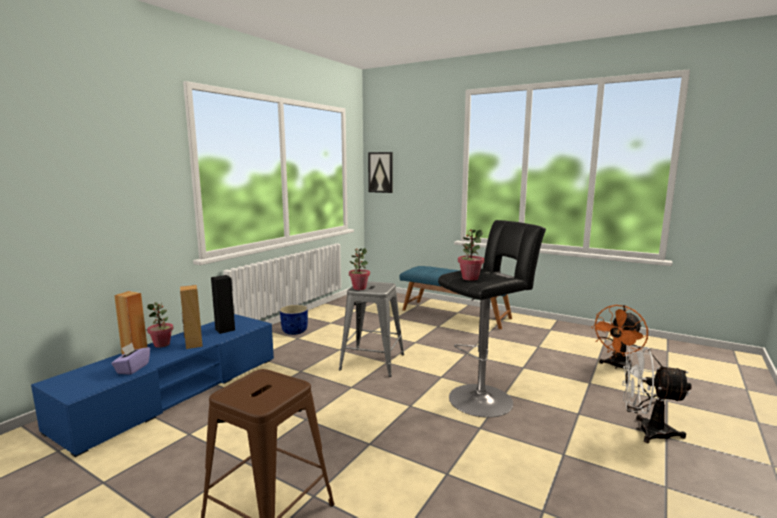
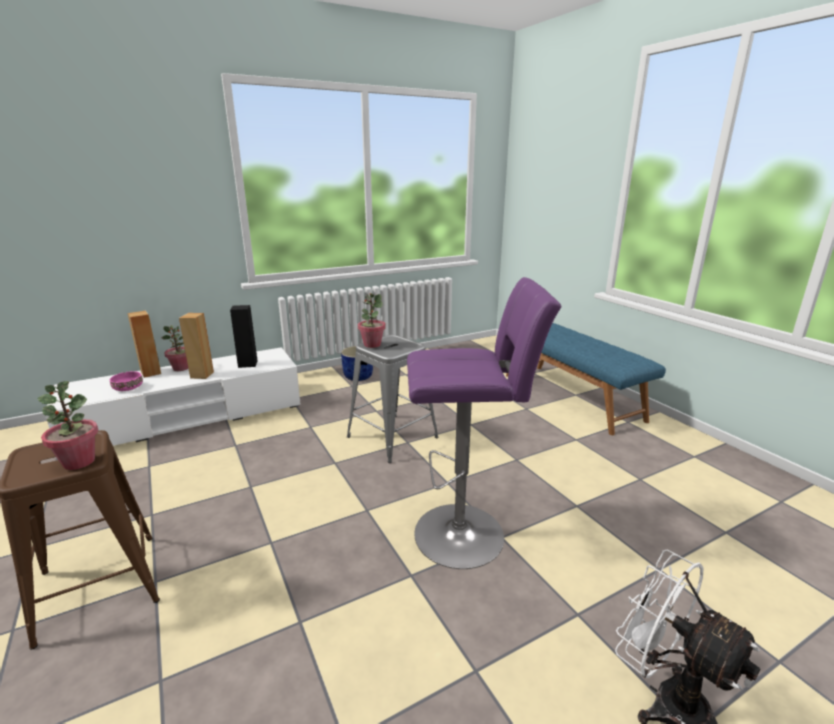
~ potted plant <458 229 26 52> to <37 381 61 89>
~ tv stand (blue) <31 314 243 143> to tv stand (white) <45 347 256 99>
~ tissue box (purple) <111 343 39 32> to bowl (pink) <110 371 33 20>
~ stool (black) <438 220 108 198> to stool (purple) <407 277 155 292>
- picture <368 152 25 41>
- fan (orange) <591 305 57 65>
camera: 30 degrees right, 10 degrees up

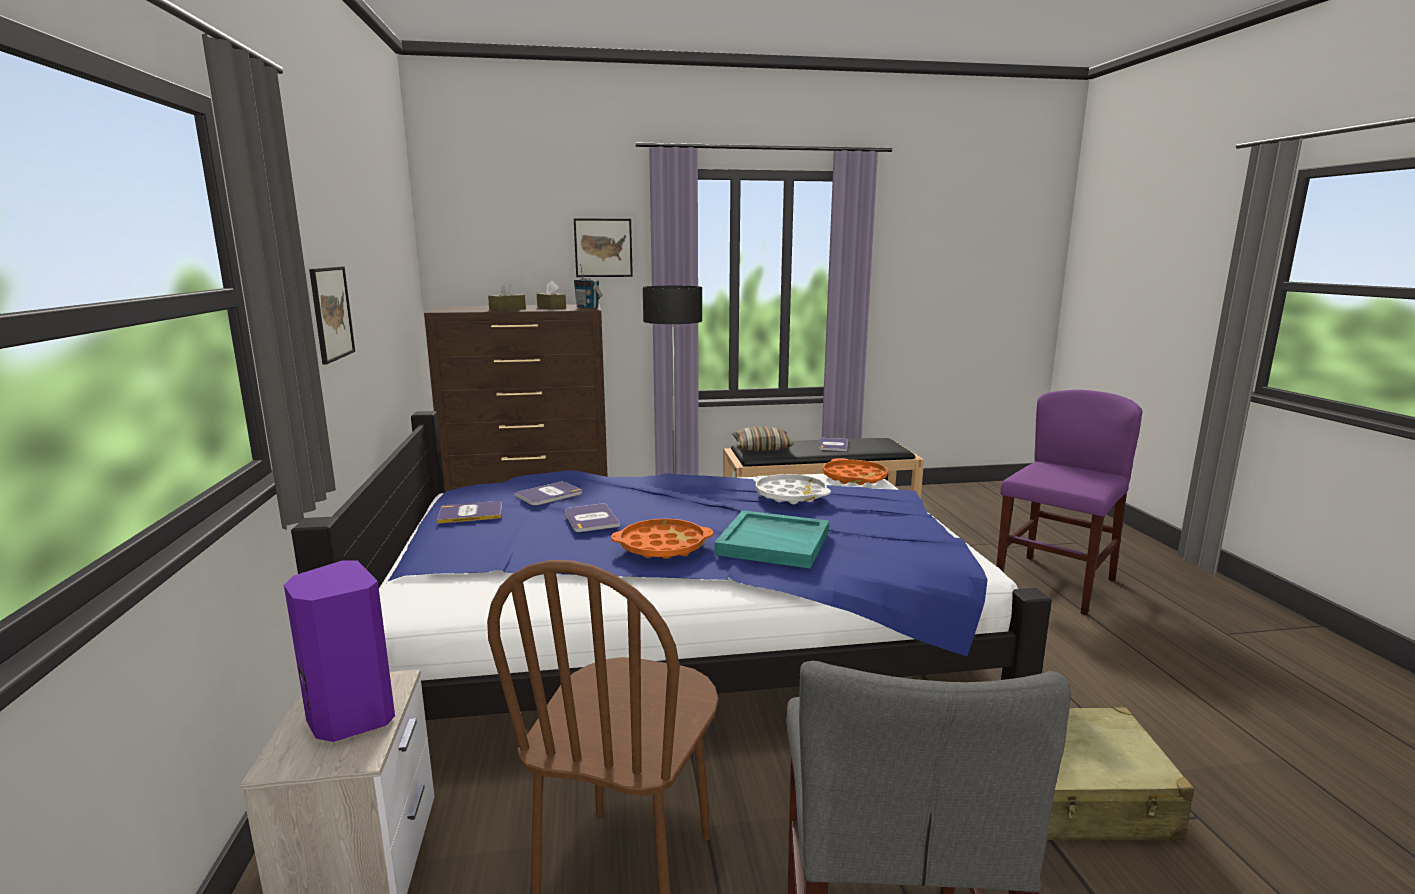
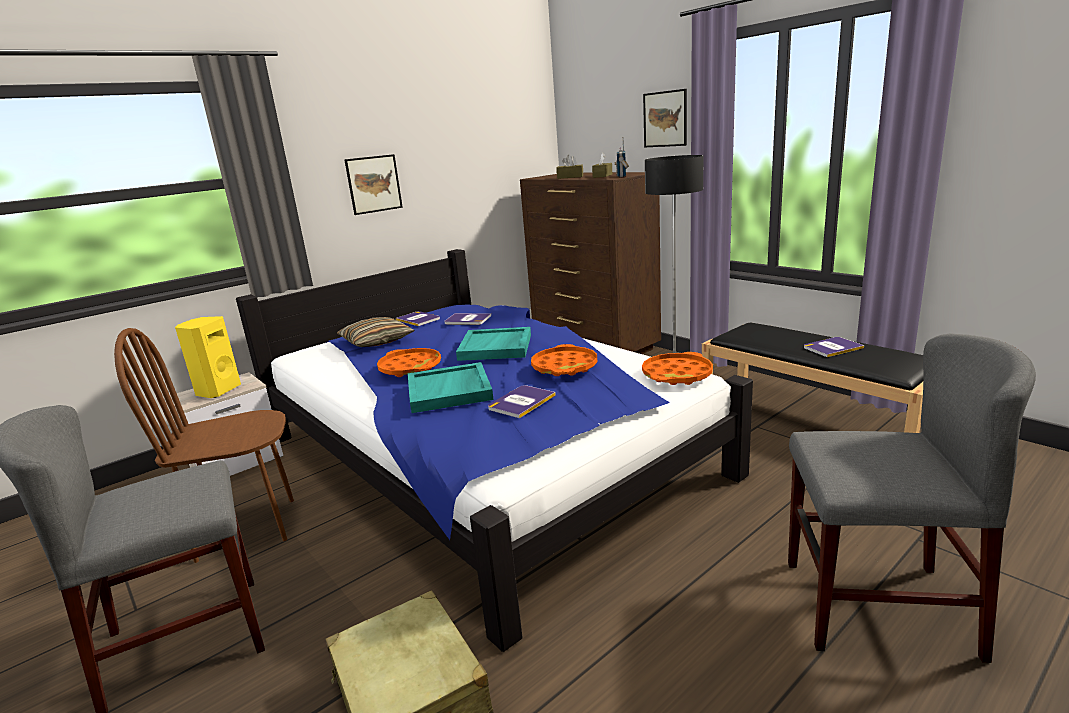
~ speaker (purple) <284 560 111 182> to speaker (yellow) <175 316 66 82>
~ pillow <732 426 62 25> to <337 317 78 30>
+ tray (turquoise) <456 327 75 34>
~ book <565 503 55 29> to <488 385 68 33>
~ tray (white) <753 474 78 30> to tray (orange) <531 344 66 32>
~ chair (purple) <996 390 146 225> to chair (grey) <788 333 248 330>
camera: 60 degrees right, 5 degrees up

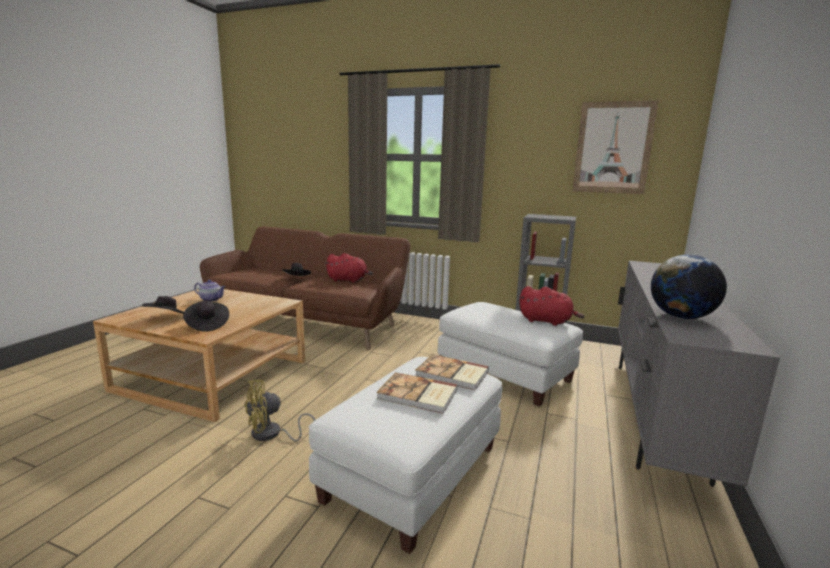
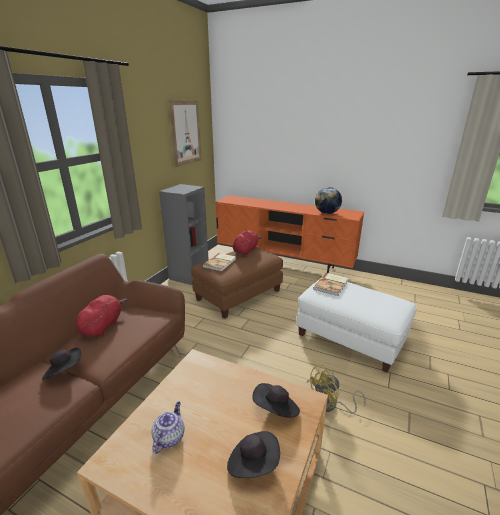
~ ottoman (white) <438 302 145 105> to ottoman (brown) <191 247 92 72>
~ book <376 372 82 42> to <202 253 34 18>
~ tv stand (grey) <618 261 162 226> to tv stand (orange) <215 195 149 78>
~ fan (yellow) <244 379 72 63> = <307 365 59 49> 90 degrees clockwise
camera: 85 degrees left, 10 degrees up

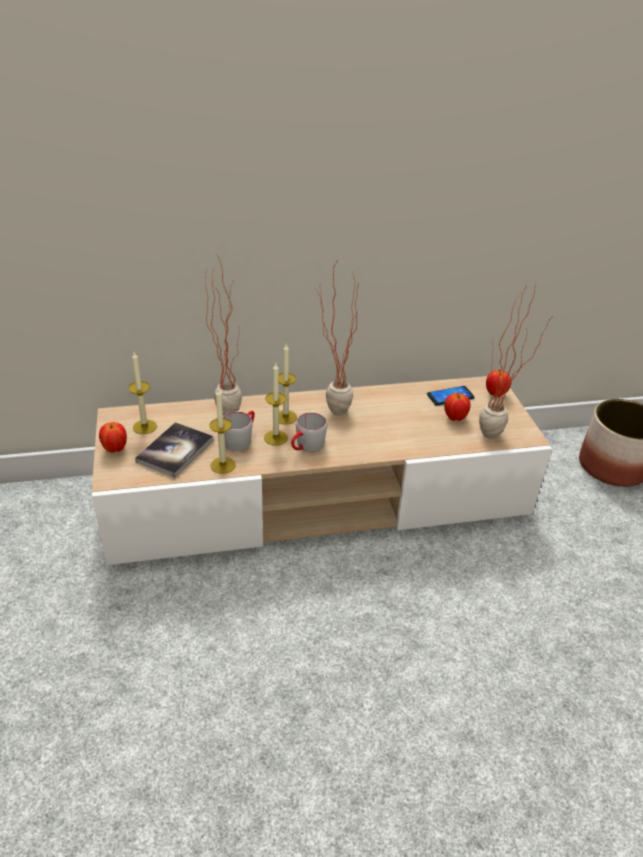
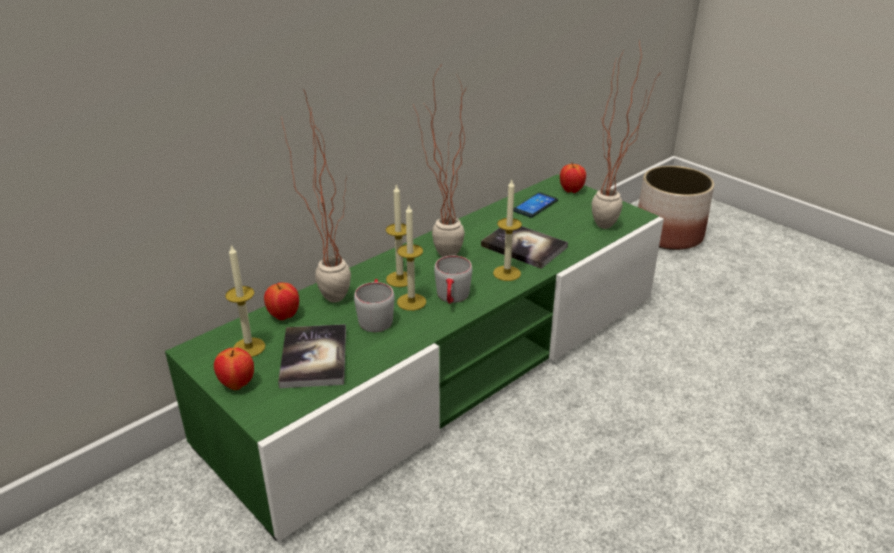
~ tv stand (beige) <92 376 460 189> to tv stand (green) <165 174 499 367>
~ apple <444 393 27 28> to <264 282 35 38>
+ book <481 226 87 43>
~ candle <209 388 27 86> to <493 180 29 101>
camera: 30 degrees left, 5 degrees down

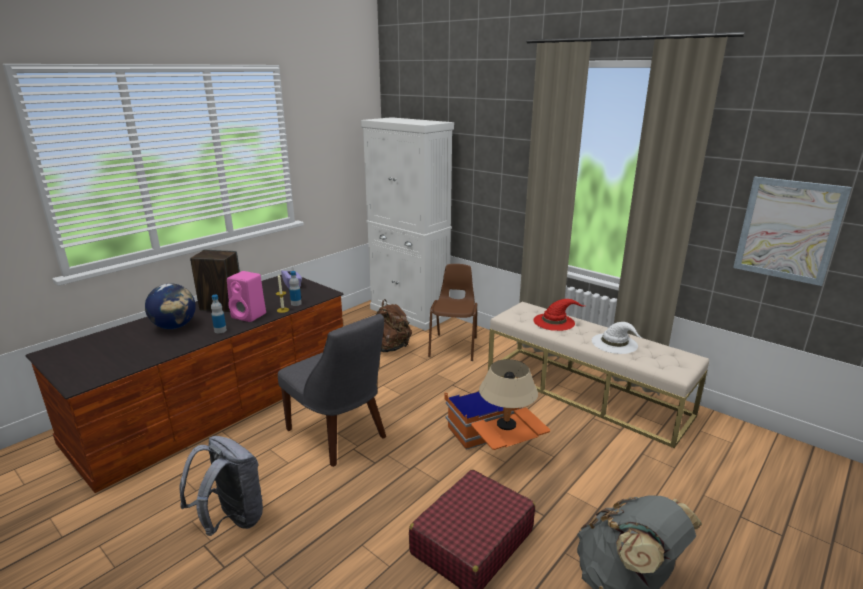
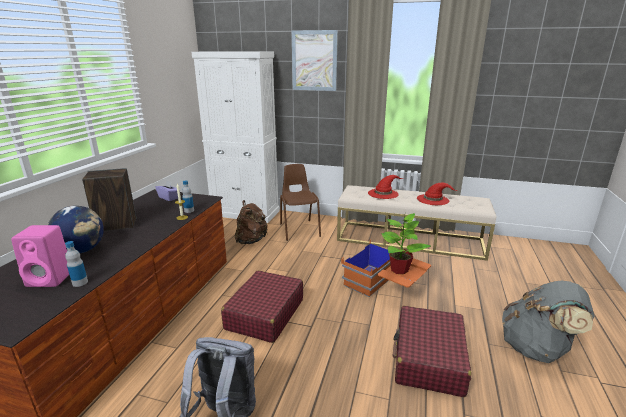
~ speaker (pink) <227 271 39 51> to <11 225 58 62>
~ bottle <211 295 16 38> to <65 241 23 46>
~ chair (grey) <278 314 108 153> to suitcase (red) <221 270 82 73>
~ picture <733 177 119 109> to <292 30 46 61>
~ table lamp (beige) <479 359 59 71> to potted plant <382 213 49 61>
~ hat (white) <592 322 50 32> to hat (red) <417 182 41 23>
camera: 25 degrees left, 0 degrees up

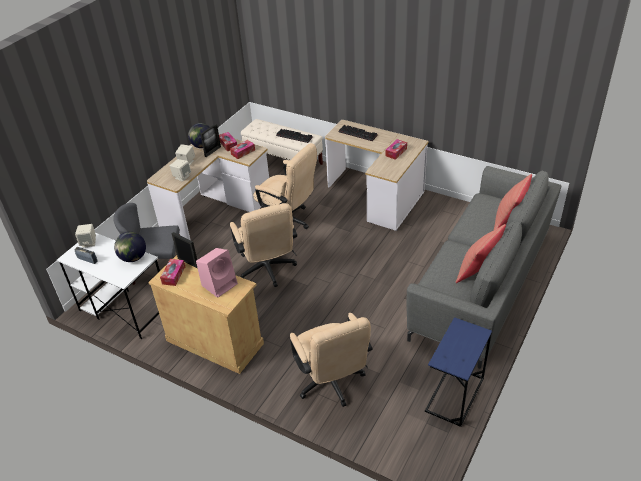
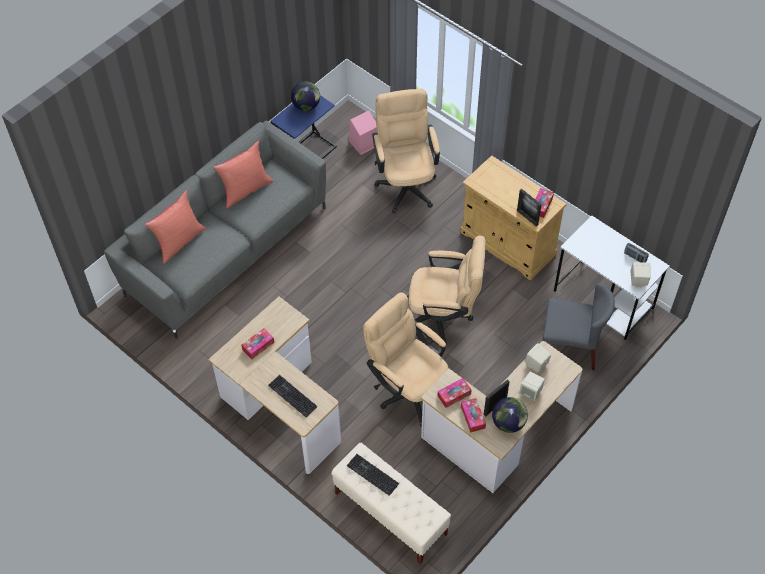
~ globe <114 232 32 30> to <291 81 29 30>
~ speaker (pink) <196 248 42 50> to <349 111 28 44>
~ office chair (beige) <230 203 67 84> = <407 235 79 110> 105 degrees clockwise
camera: 170 degrees left, 15 degrees up

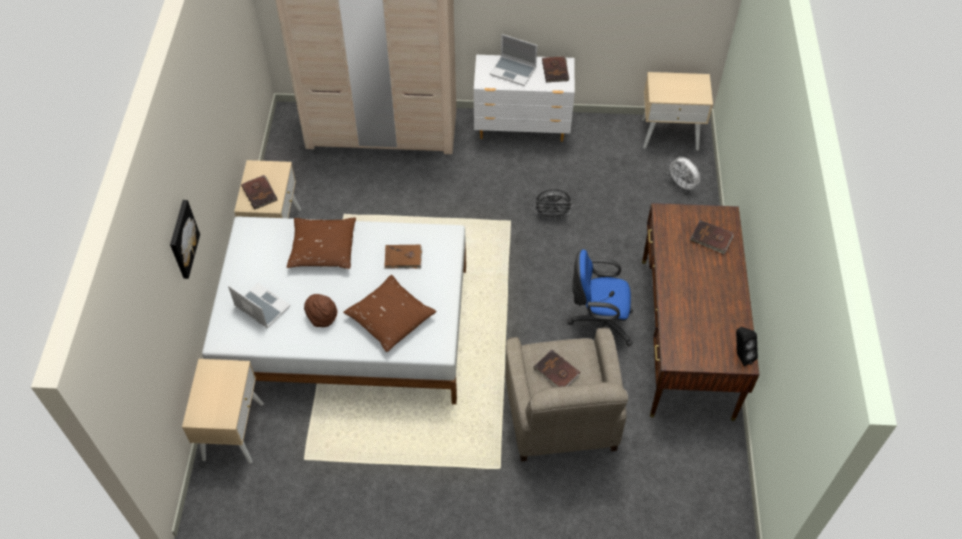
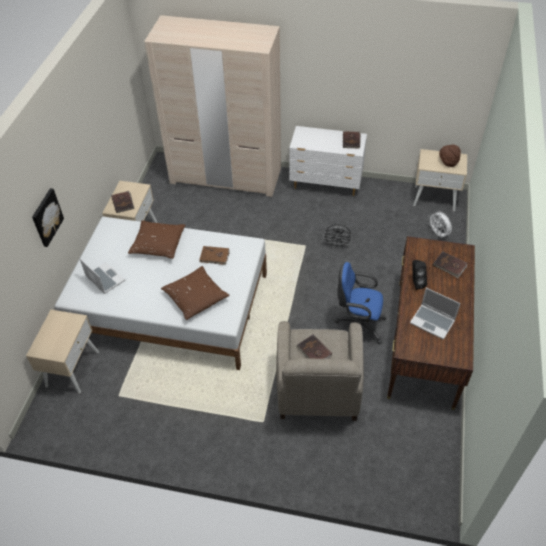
~ laptop <489 34 48 52> to <410 288 51 52>
~ speaker (black) <736 327 22 39> to <412 260 15 30>
~ hat (brown) <304 294 33 33> to <439 145 22 22>
camera: 10 degrees right, 5 degrees down

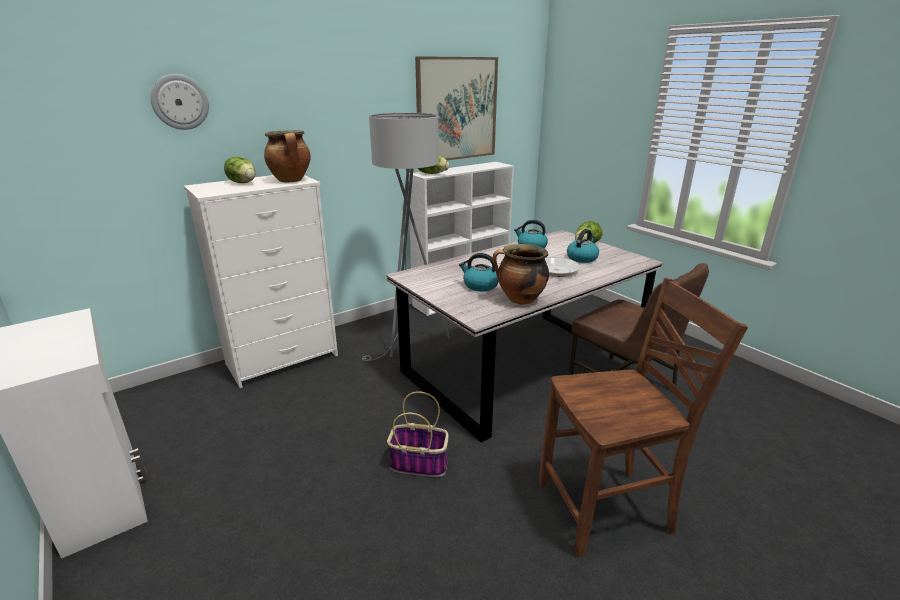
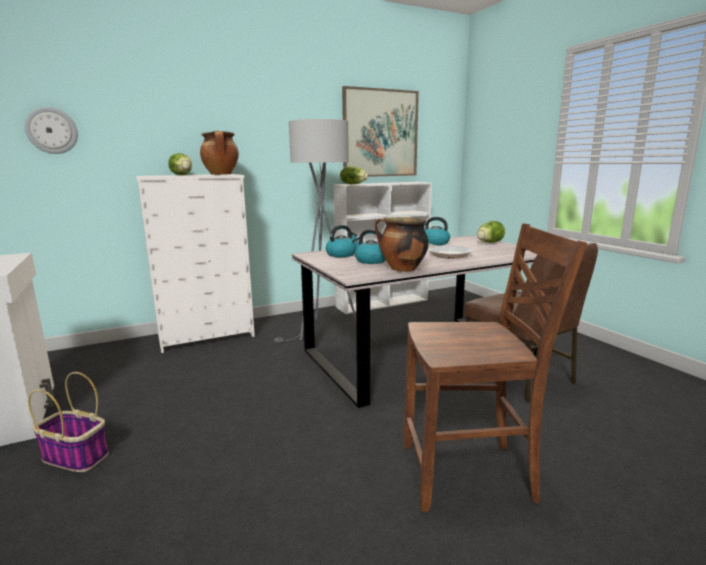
~ wall clock <151 74 58 56> to <25 107 53 47>
~ basket <387 391 62 86> to <28 372 81 100>
~ kettle <567 229 32 34> to <326 225 31 32>
camera: 10 degrees right, 10 degrees down

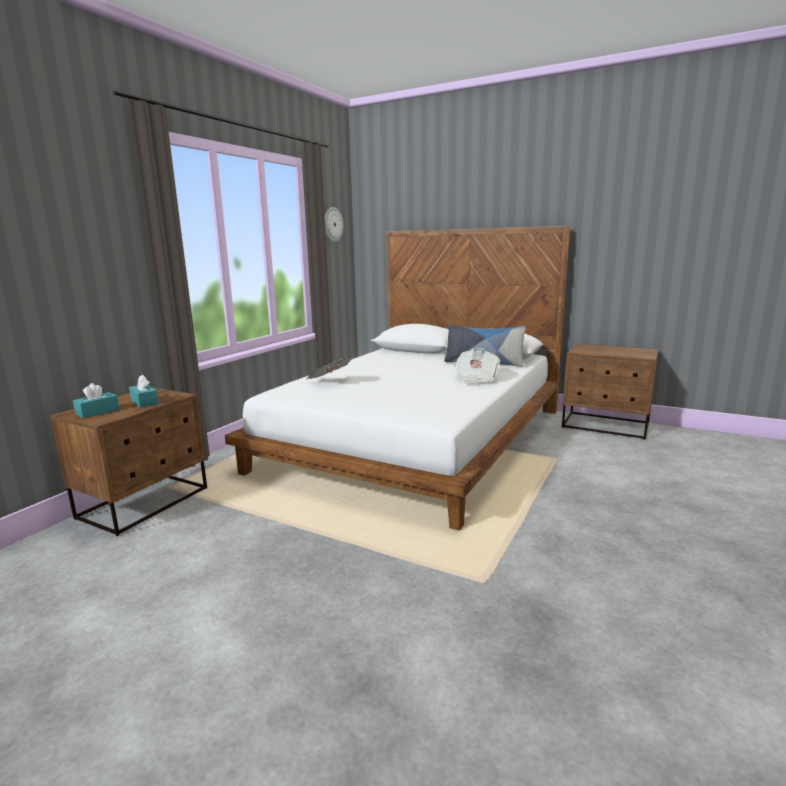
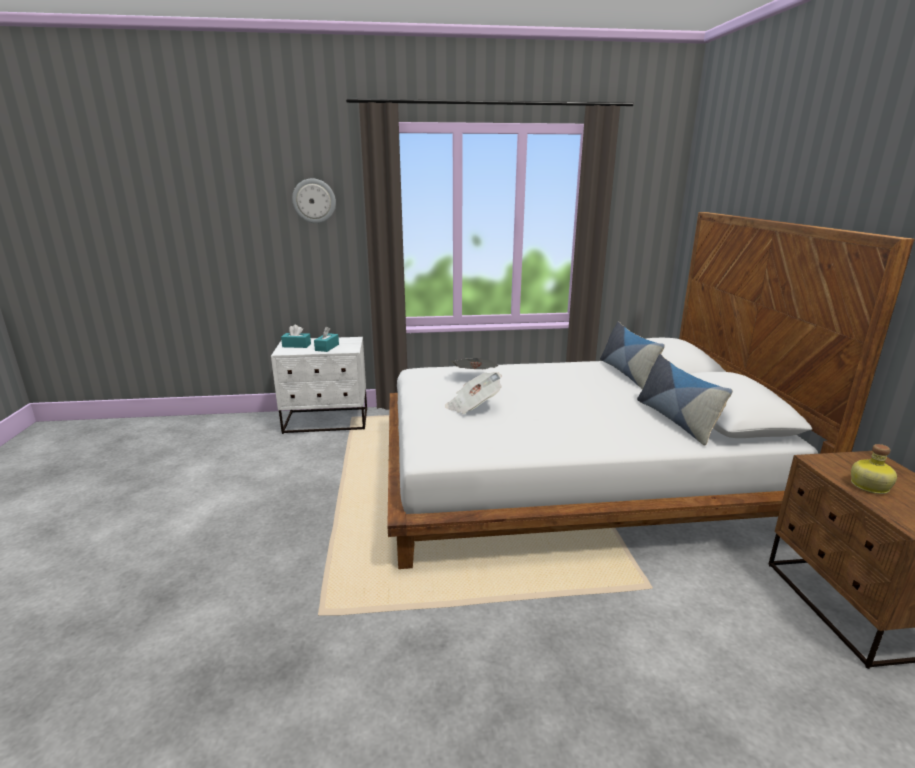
~ nightstand (brown) <50 387 157 149> to nightstand (white) <271 337 96 97>
~ wall clock <325 207 18 35> to <292 179 44 44>
~ newspaper <454 348 46 37> to <445 372 57 42>
+ pillow <600 321 65 69>
+ bottle <851 444 46 50>
camera: 55 degrees right, 5 degrees up

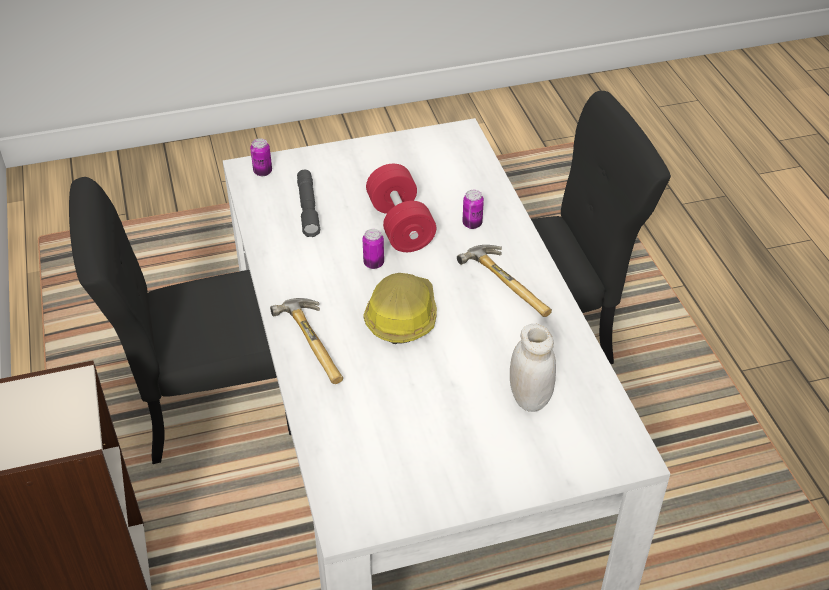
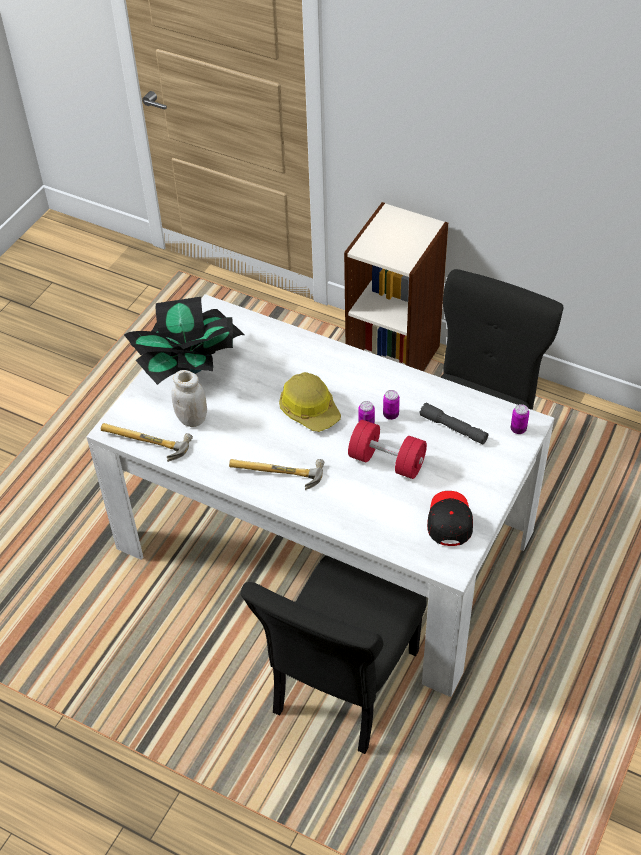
~ hammer <270 298 73 86> to <101 423 92 39>
+ potted plant <124 297 121 88>
~ can <463 190 21 39> to <383 390 17 30>
+ cap (black) <427 491 46 55>
camera: 135 degrees right, 5 degrees up

